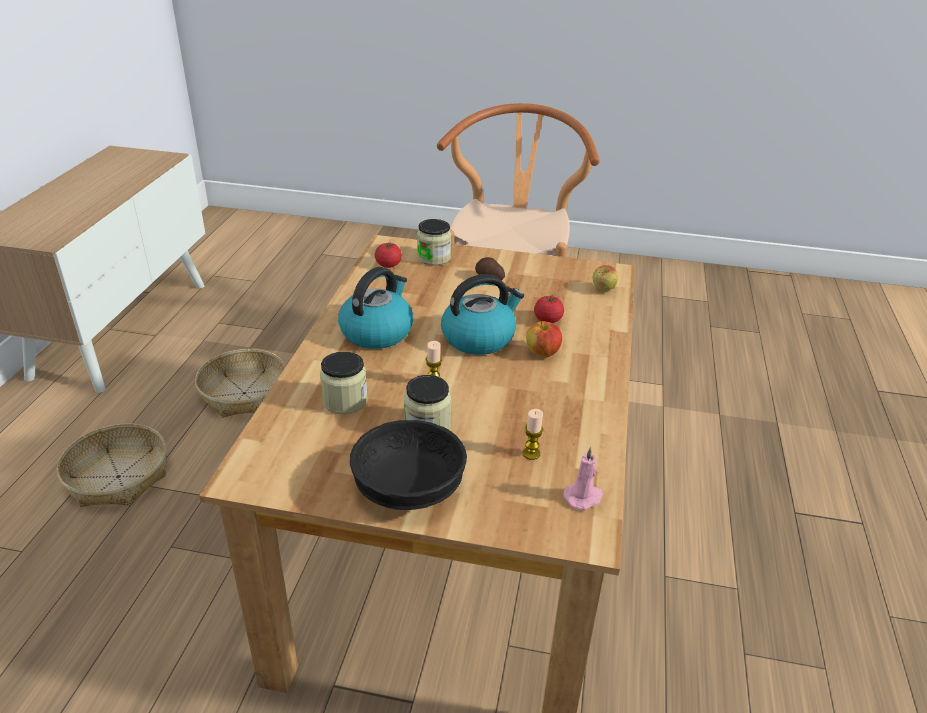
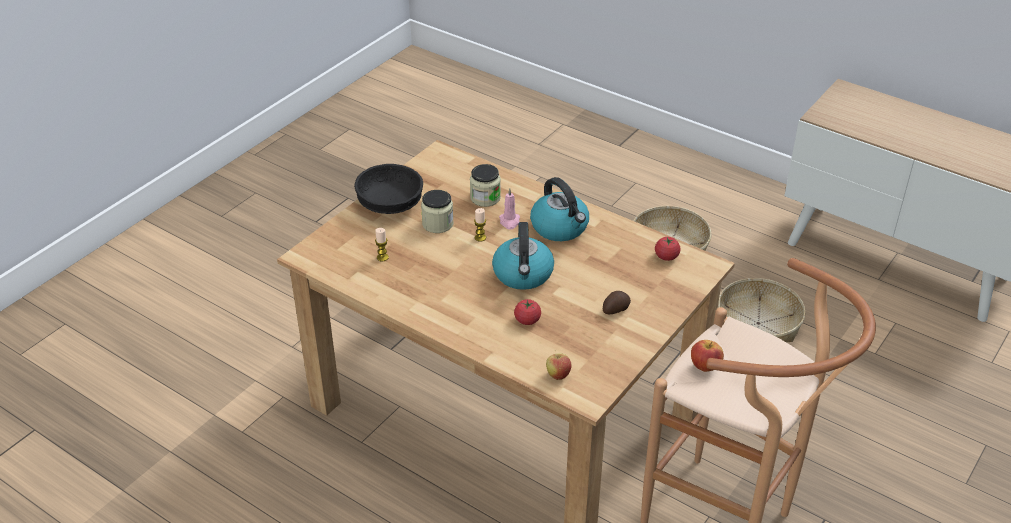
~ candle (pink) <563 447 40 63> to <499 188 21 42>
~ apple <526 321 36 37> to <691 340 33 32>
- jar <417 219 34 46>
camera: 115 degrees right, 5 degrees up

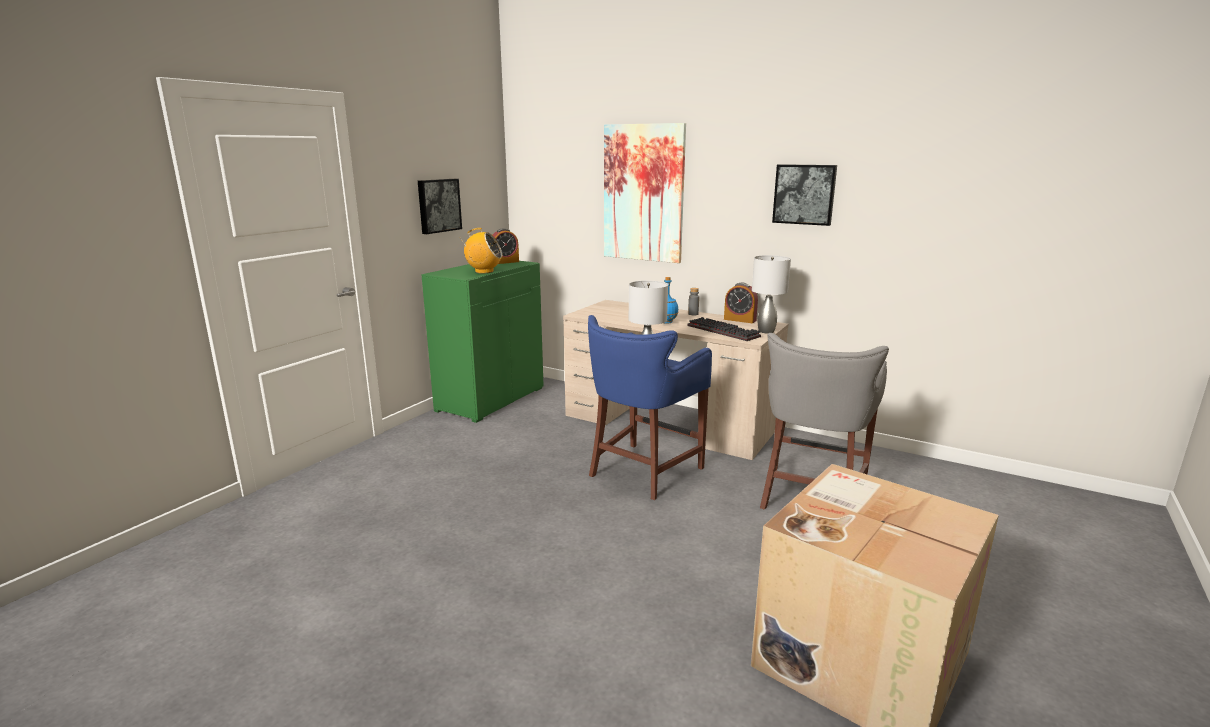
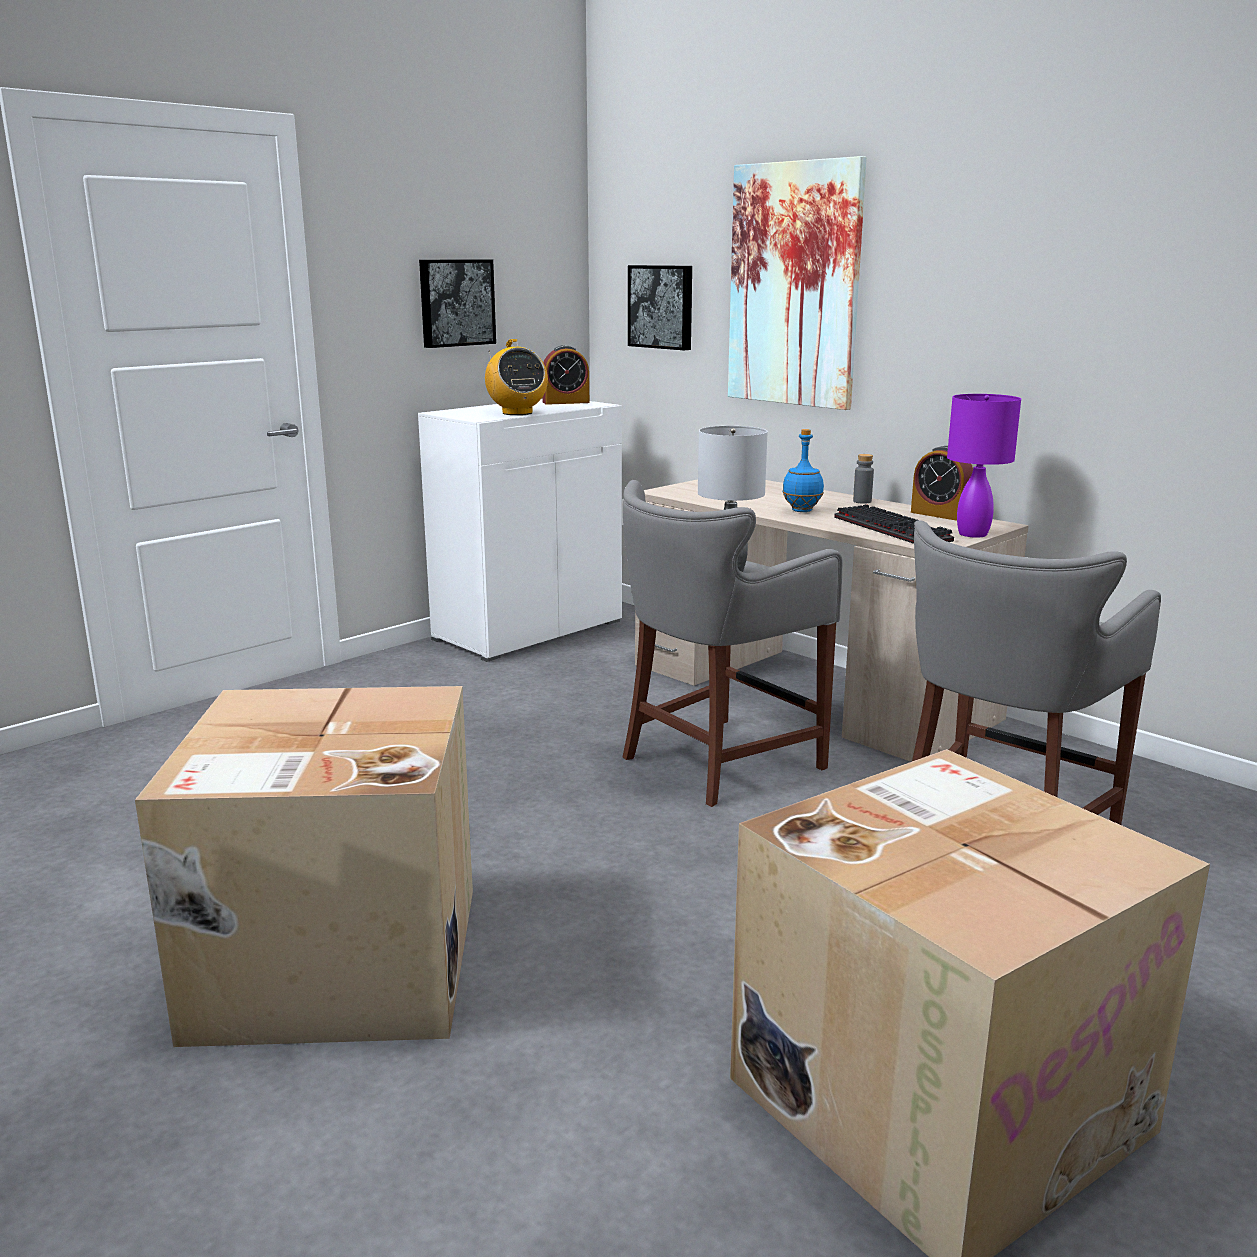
+ cardboard box <135 686 338 361>
~ cabinet (green) <421 261 123 162> to cabinet (white) <418 399 204 263>
~ radio <461 228 41 45> = <485 339 63 76> 45 degrees clockwise
~ stool (blue) <588 315 124 185> to stool (grey) <623 480 219 327>
~ picture <772 164 65 62> to <628 265 64 85>
~ table lamp (grey) <752 255 39 79> to table lamp (purple) <947 394 74 144>
camera: 15 degrees right, 0 degrees up

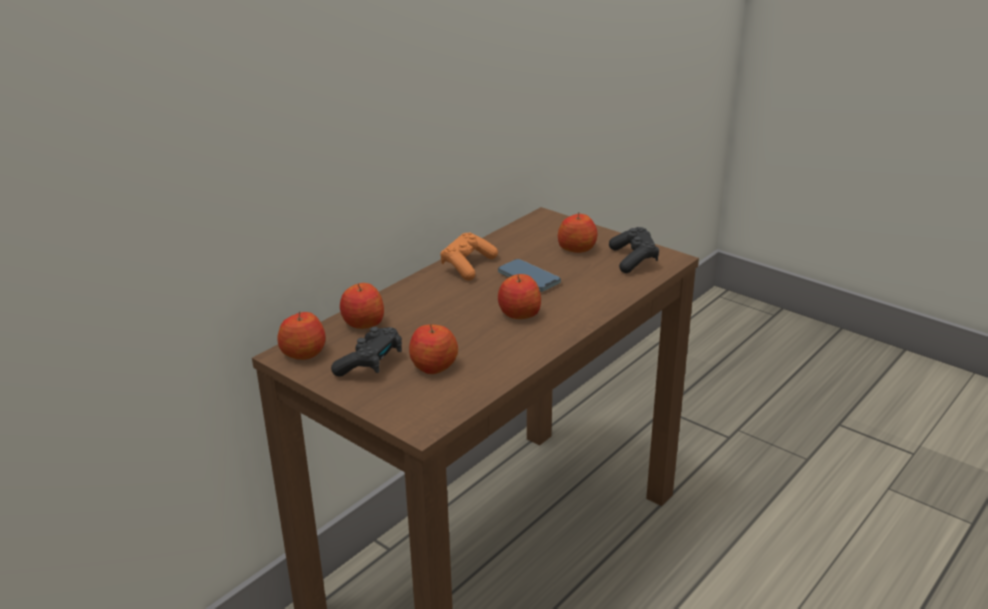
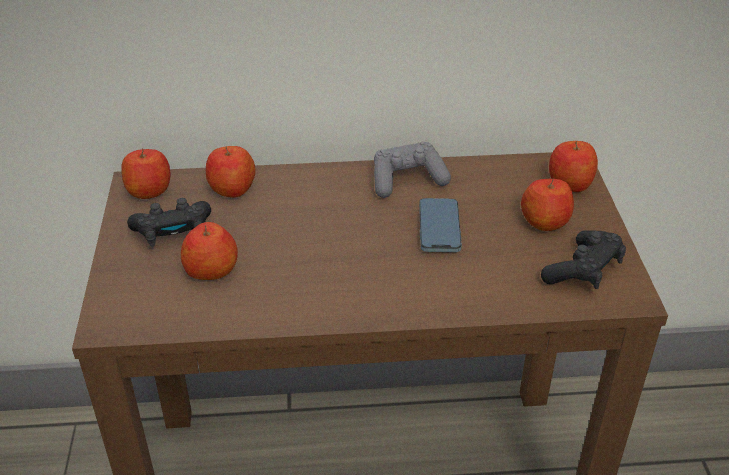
~ game controller (orange) <440 232 58 49> to game controller (grey) <374 142 77 56>
~ apple <498 274 43 45> to <549 141 49 51>
camera: 45 degrees right, 10 degrees up

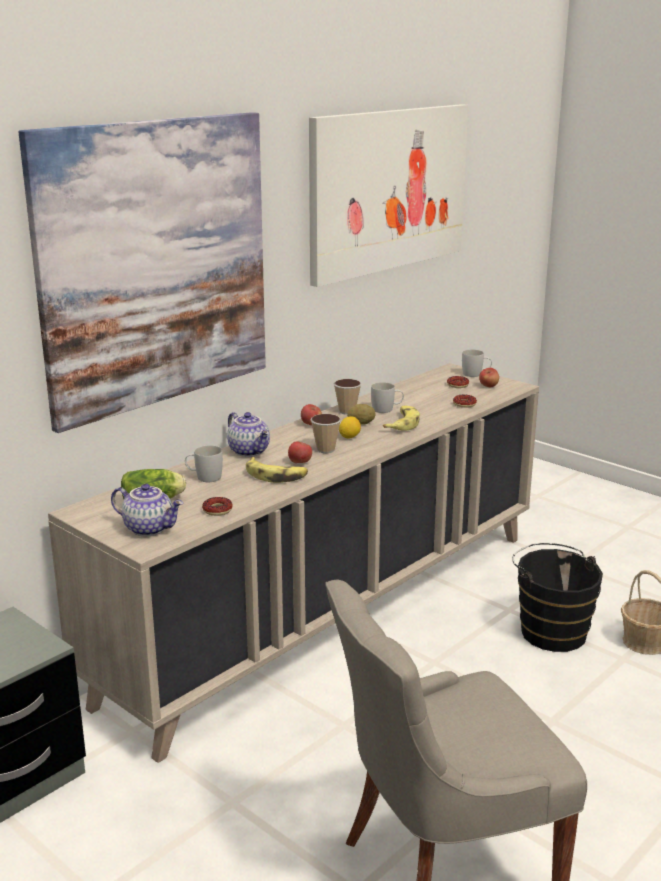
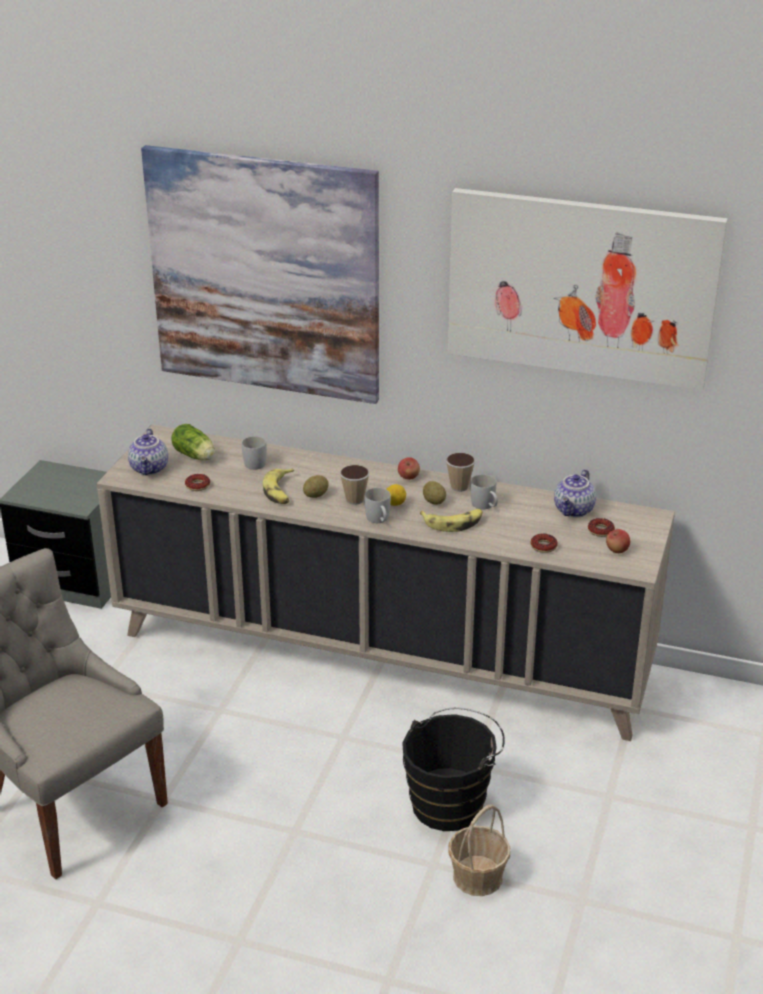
~ apple <288 441 24 22> to potato <303 475 26 23>
~ mug (white) <462 349 30 28> to <364 488 27 35>
~ teapot <227 412 43 45> to <554 469 42 49>
camera: 65 degrees right, 10 degrees up

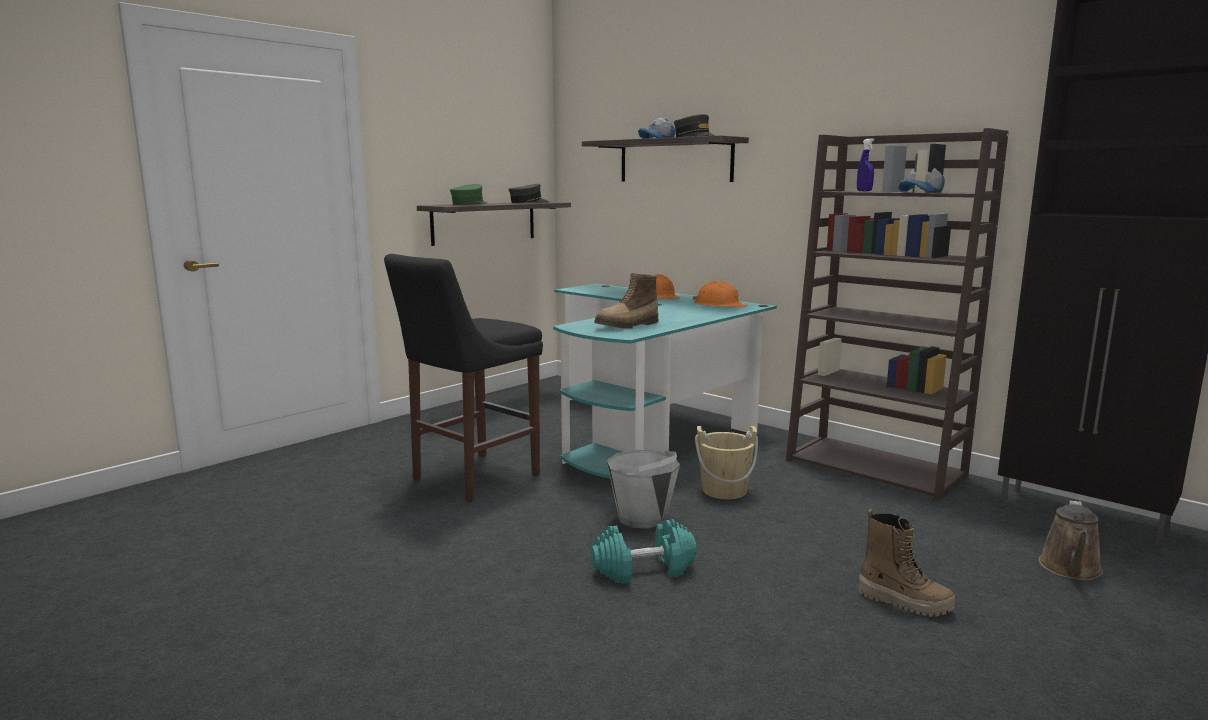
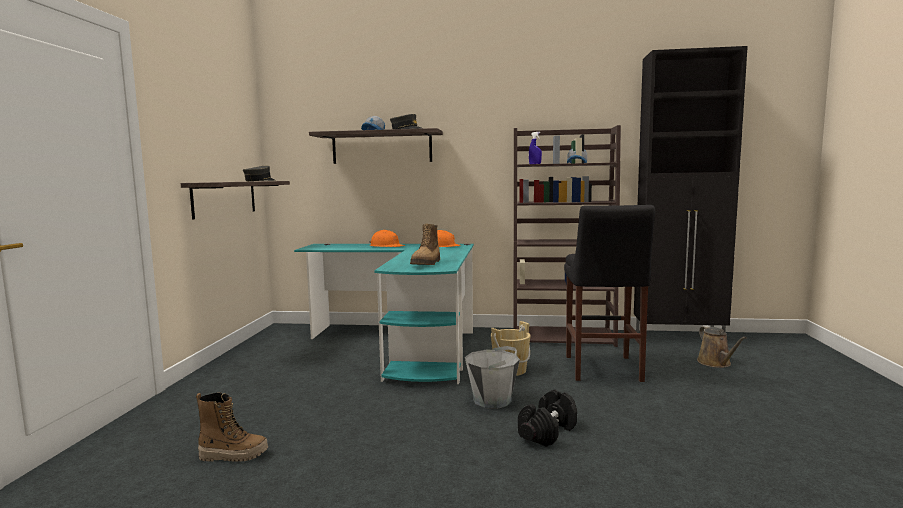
~ boot <858 509 97 108> to <196 392 72 70>
~ dumbbell (turquoise) <591 519 106 65> to dumbbell (black) <518 389 59 58>
~ stool (black) <384 254 159 248> to <564 205 91 177>
- cap (green) <450 184 38 21>
camera: 35 degrees left, 5 degrees down

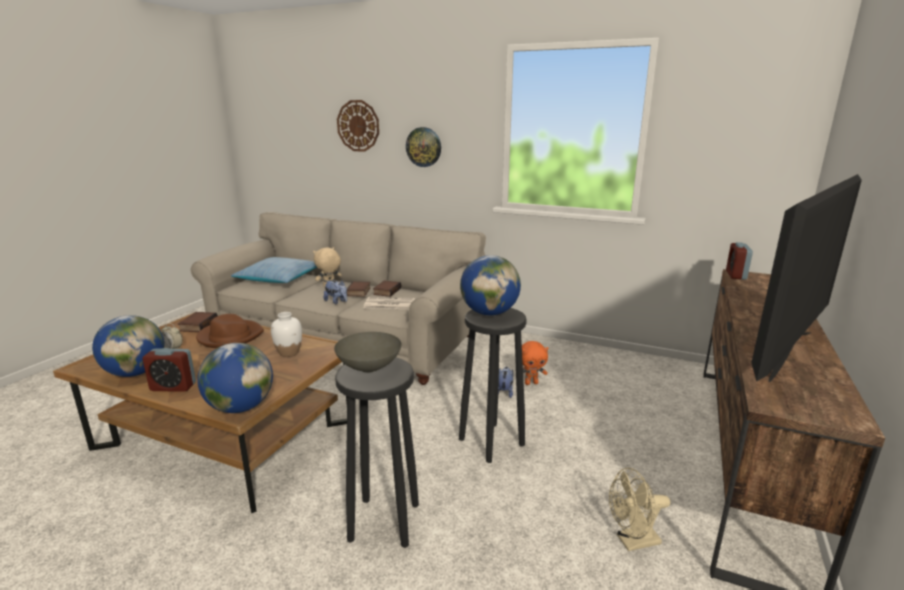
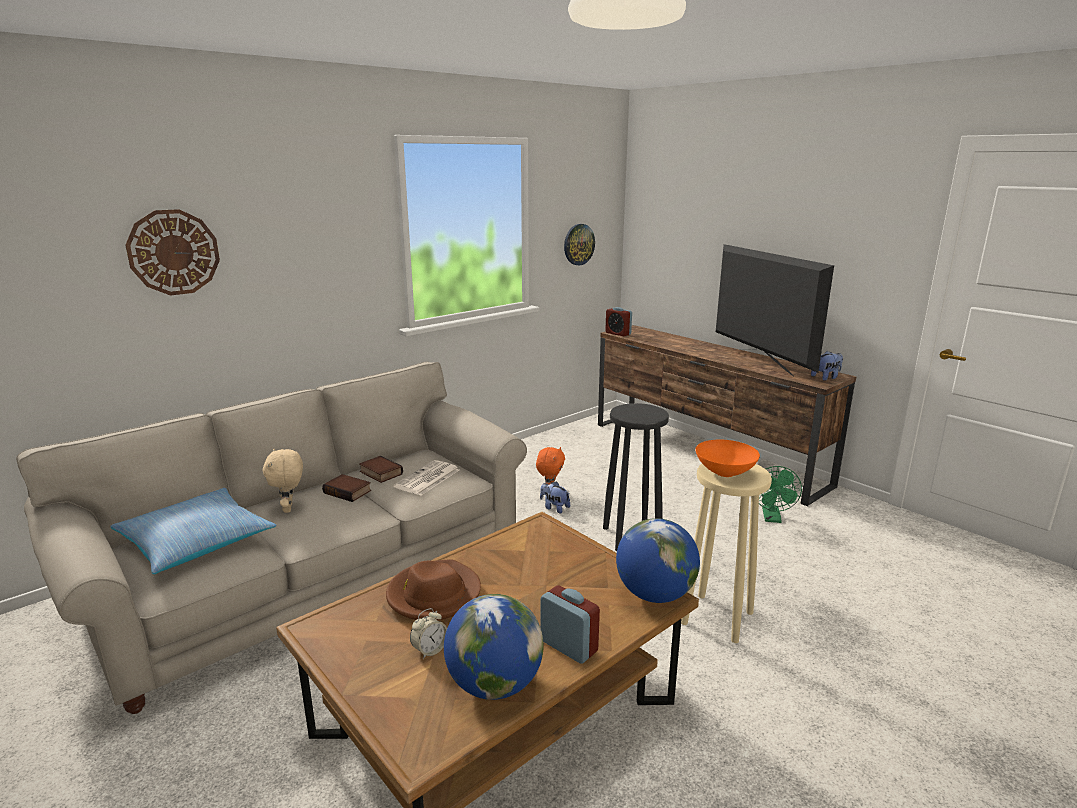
~ alarm clock <143 348 53 44> = <541 586 59 78> 75 degrees counterclockwise
~ wall clock <406 127 35 40> to <564 224 31 42>
~ stool (black) <335 357 84 191> to stool (beige) <681 464 91 179>
~ bowl (grey) <334 332 67 40> to bowl (orange) <695 440 65 37>
~ fan (beige) <609 467 61 84> to fan (green) <759 466 43 57>
~ plush toy <324 280 23 24> to <811 351 32 30>
- book <178 312 40 20>
- vase (white) <271 312 31 45>
- globe <460 255 61 60>
camera: 65 degrees left, 0 degrees up

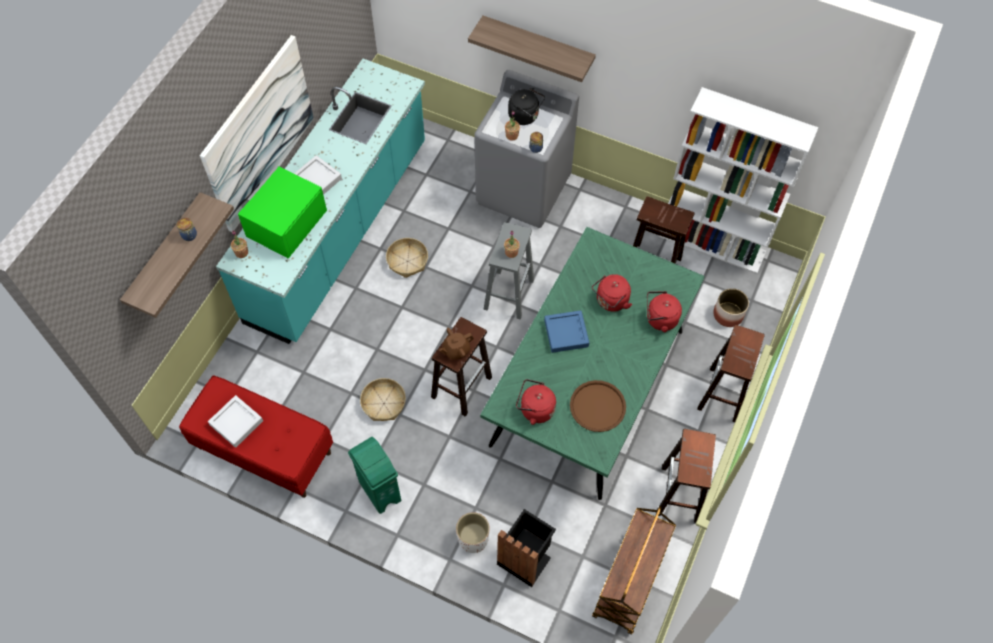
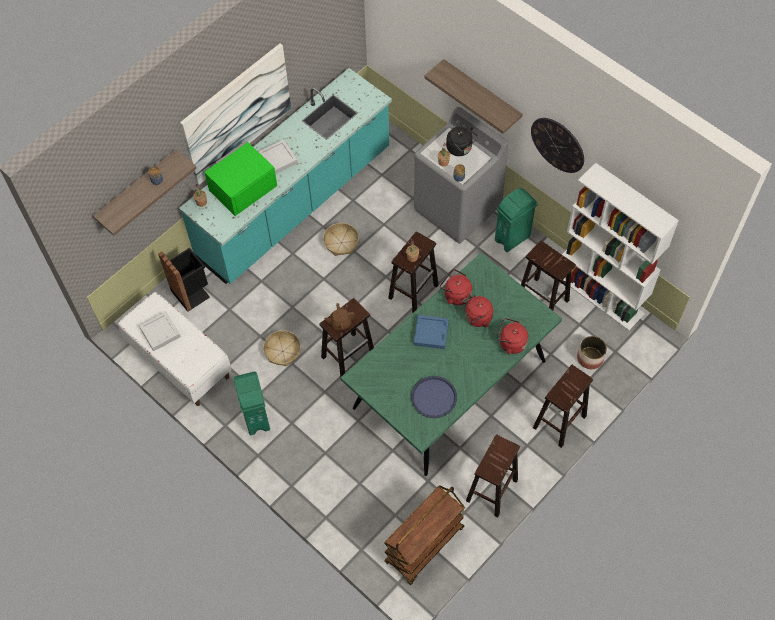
~ bench (red) <179 375 154 123> to bench (white) <118 292 114 114>
~ trash can (black) <497 509 59 78> to <158 248 52 64>
~ stool (grey) <484 222 50 98> to stool (brown) <388 231 51 82>
~ tray (brown) <570 380 56 52> to tray (blue) <411 376 46 42>
~ kettle (red) <516 379 40 46> to <440 269 32 36>
+ trash can (green) <495 188 43 64>
+ wall clock <531 118 53 55>
- planter (white) <456 512 34 41>
camera: 20 degrees right, 0 degrees up

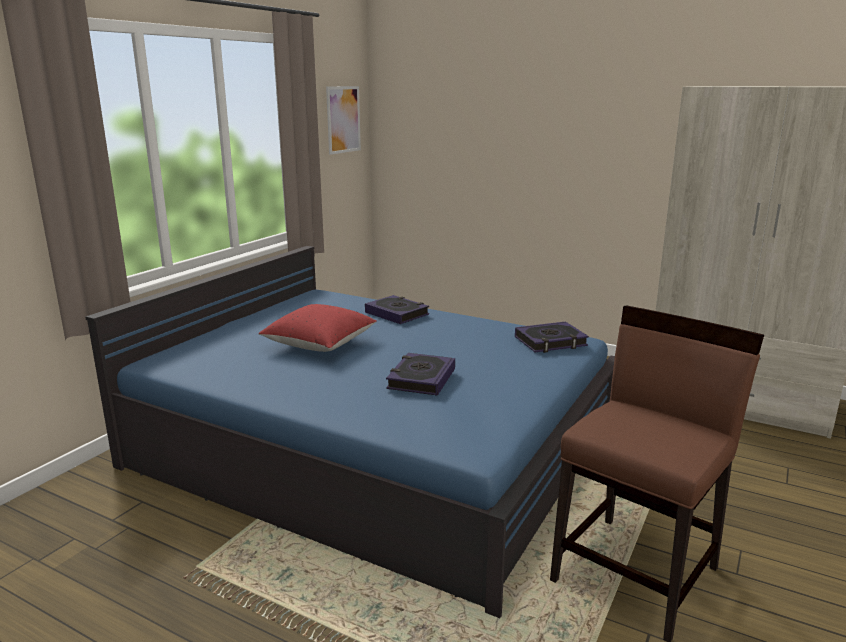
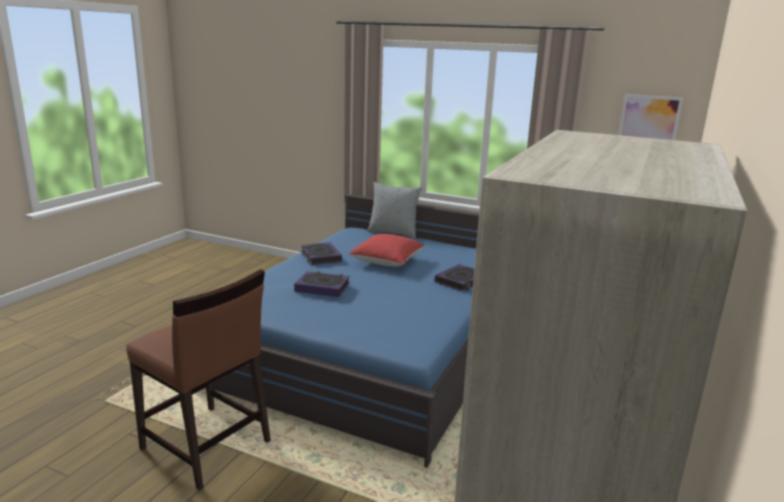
~ book <515 321 74 32> to <301 242 41 23>
+ pillow (grey) <367 182 55 56>
camera: 85 degrees right, 0 degrees up

